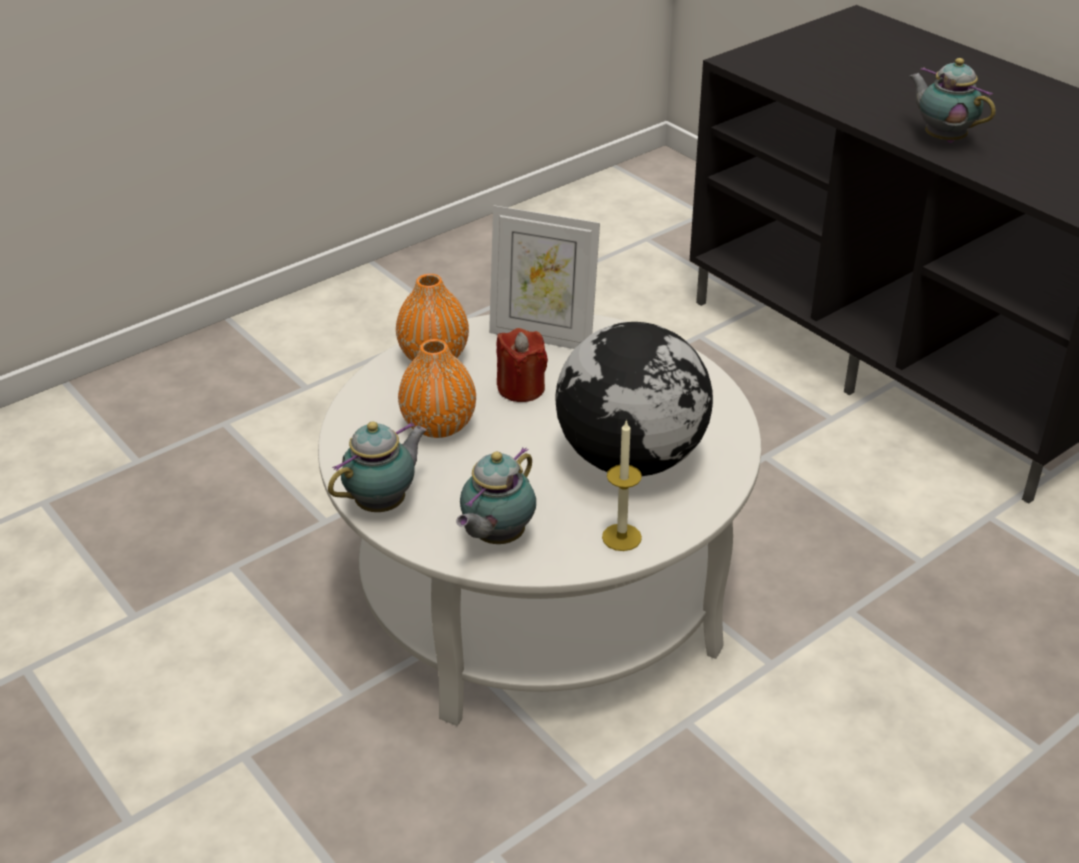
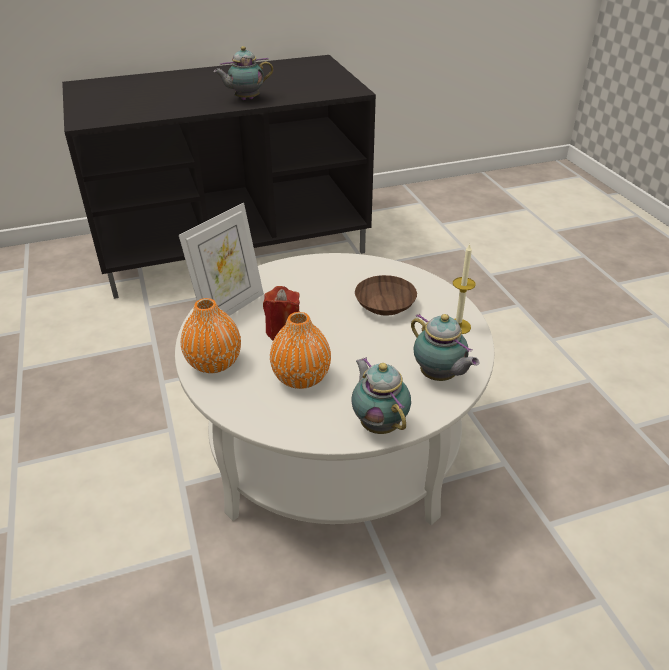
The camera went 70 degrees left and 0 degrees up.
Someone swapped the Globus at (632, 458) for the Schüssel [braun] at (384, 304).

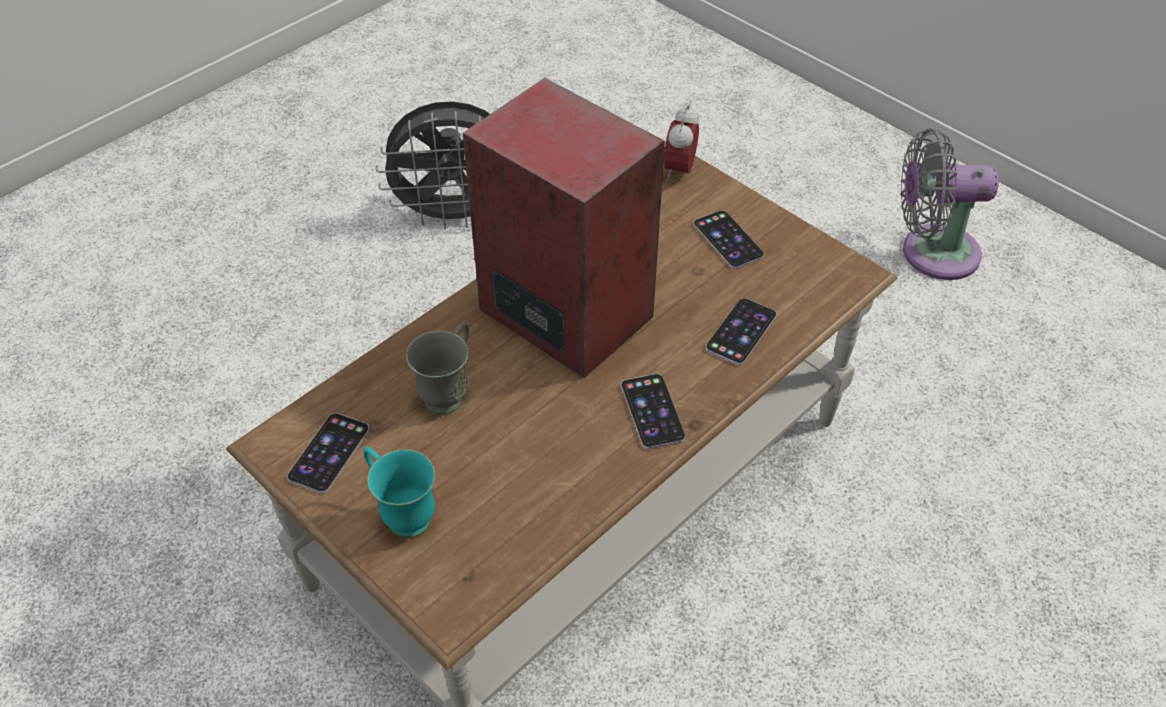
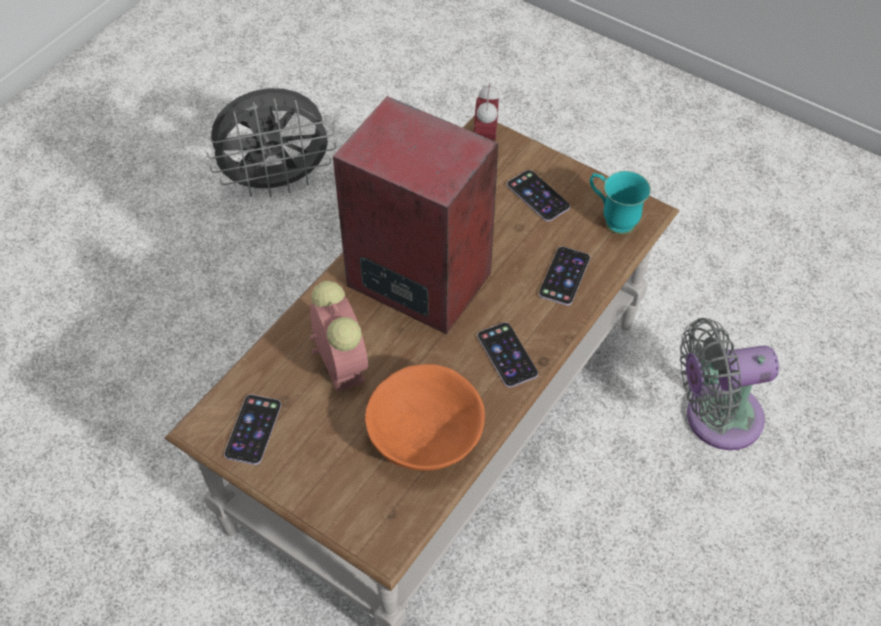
The camera went 10 degrees left and 5 degrees up.
Someone carried the Ventilator [grau] from (931, 252) to (715, 418).
Someone swapped the Henkelbecher [grau] at (449, 391) for the Wecker at (339, 361).
Someone carried the Henkelbecher [türkis] from (401, 513) to (612, 219).
Someone put down the Schüssel [orange] at (426, 434).

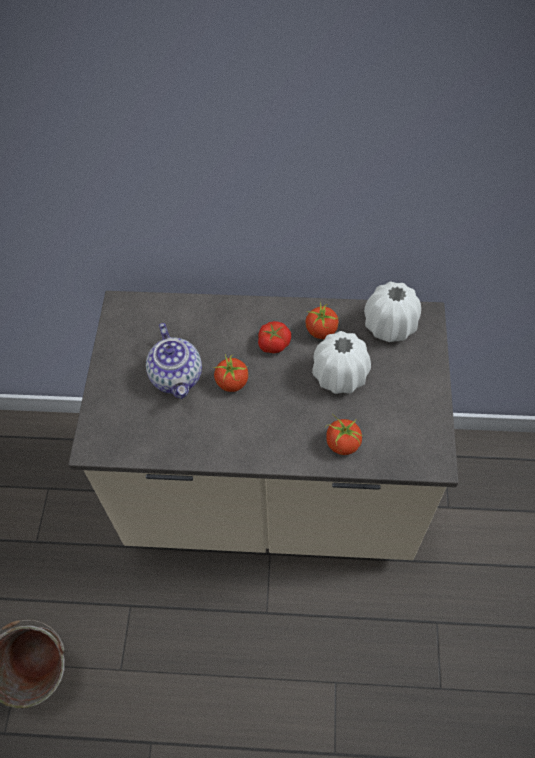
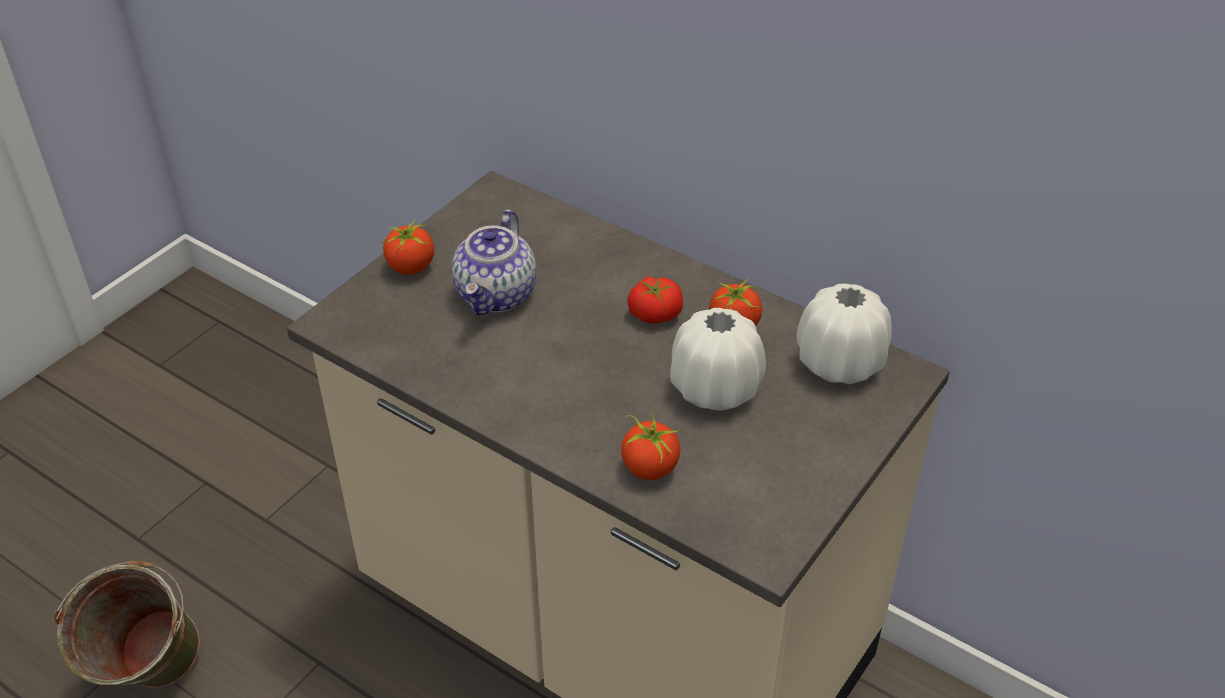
The camera went 30 degrees right and 15 degrees down.
Someone carried the Tomate from (232, 383) to (411, 267).

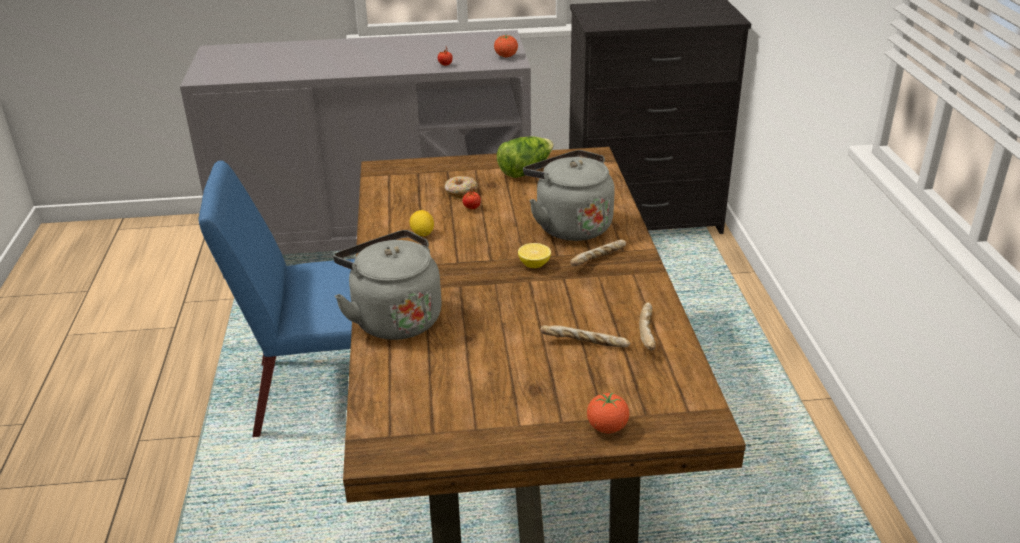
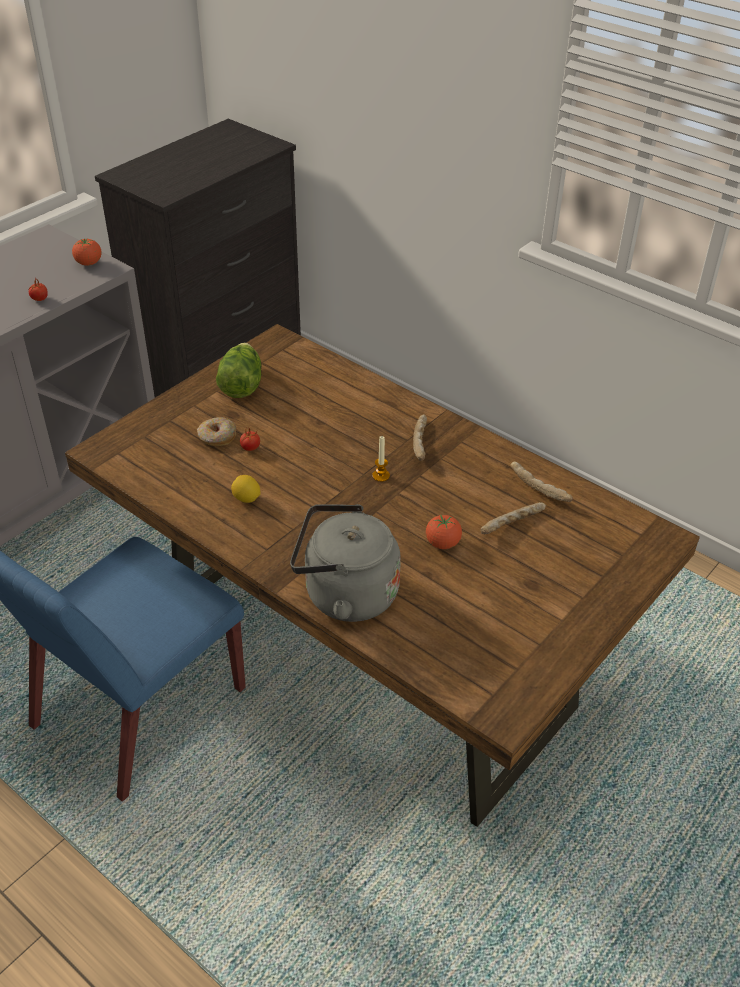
The camera went 45 degrees left and 10 degrees up.
Someone took away the Wasserkessel [grau] at (569, 225).
Someone swapped the Zitrone at (534, 264) for the Kerze at (381, 476).
Someone carried the Tomate from (607, 427) to (442, 543).

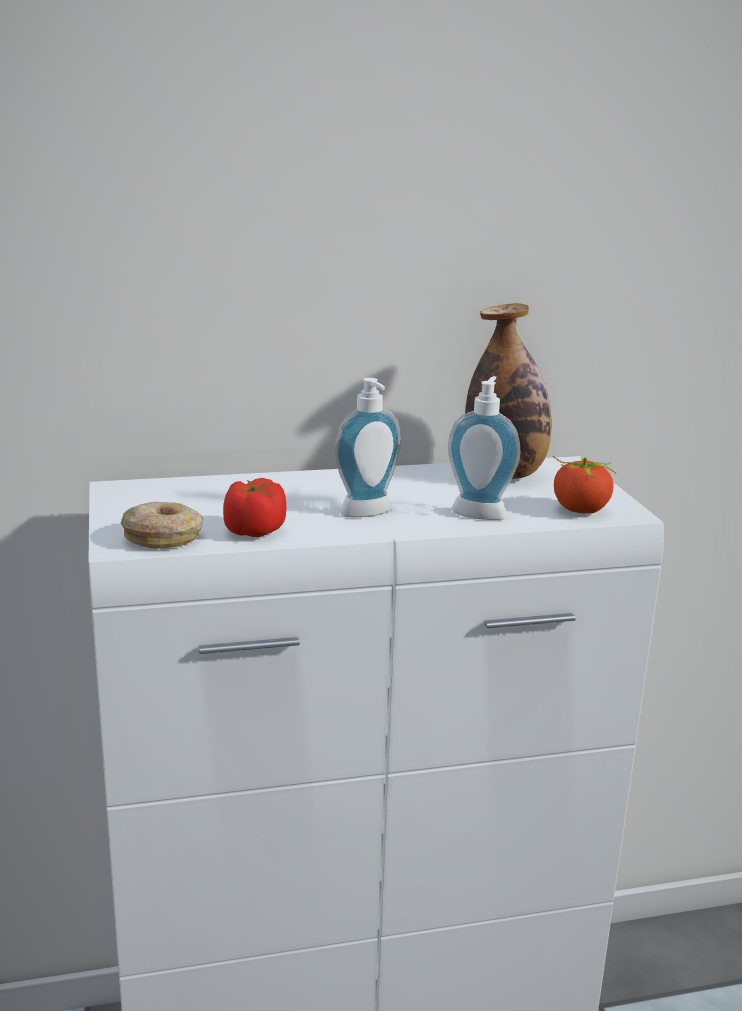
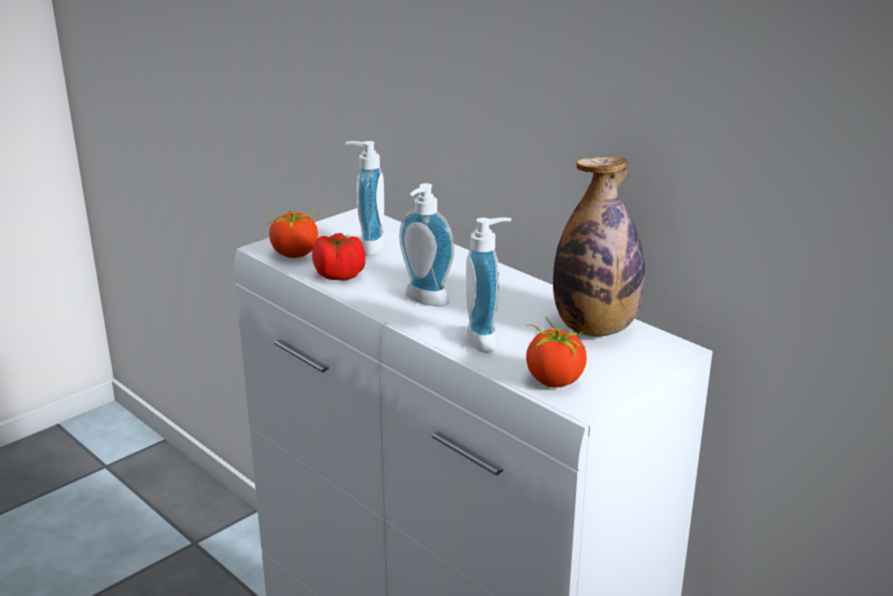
The camera went 60 degrees right and 5 degrees up.
Someone swapped the Donut at (163, 537) for the Tomate at (295, 254).
Someone put down the Seifenspender at (367, 247).

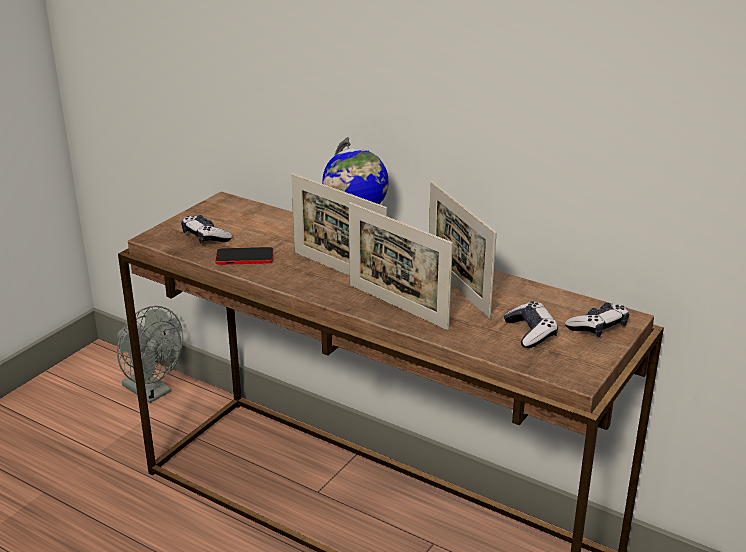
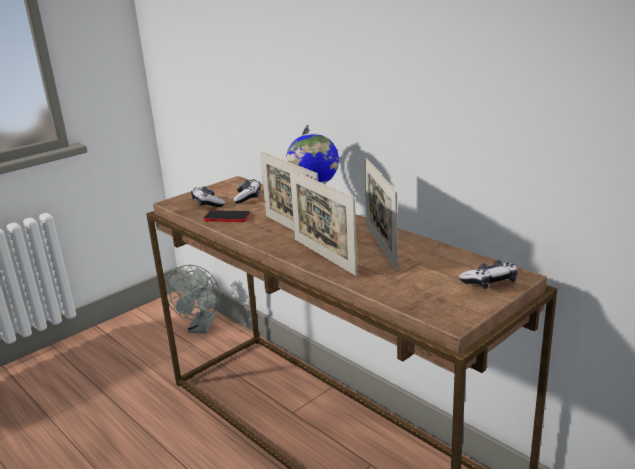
The camera went 15 degrees right and 5 degrees down.
Someone carried the Gamepad from (530, 333) to (248, 197).
Someone rotated the Ventilator [grau] at (152, 392) by 45 degrees clockwise.

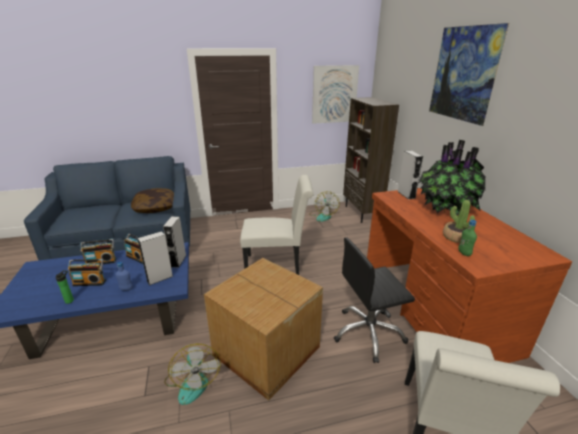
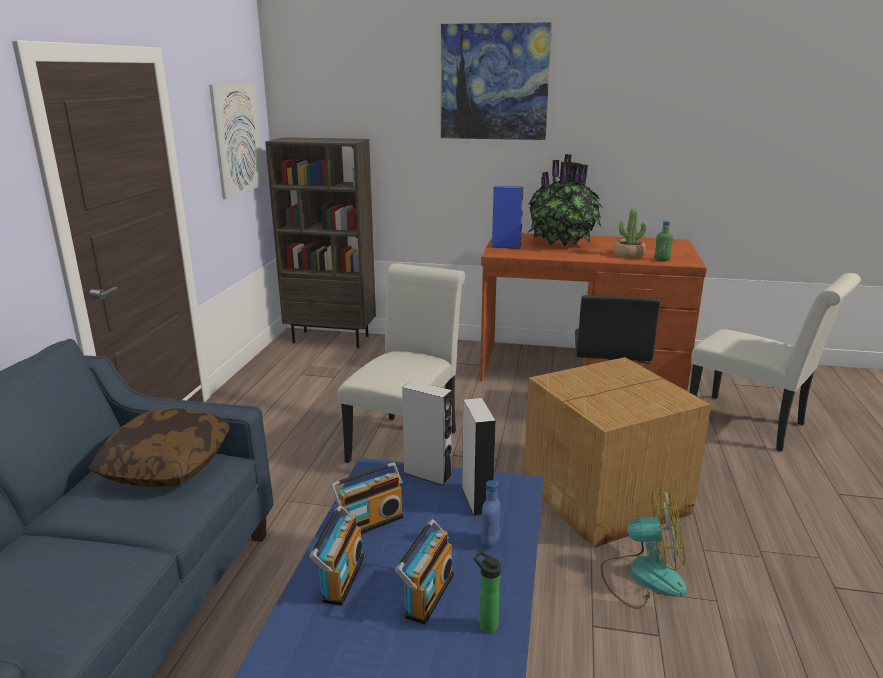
The camera went 65 degrees left and 5 degrees down.
Someone repainted the Lautsprecher [grau] at (406, 195), which became the Lautsprecher [blau] at (506, 246).
Someone took away the Ventilator at (323, 216).

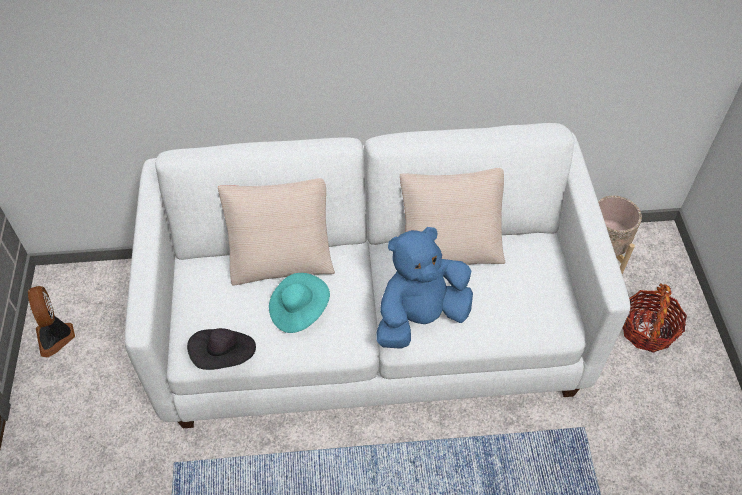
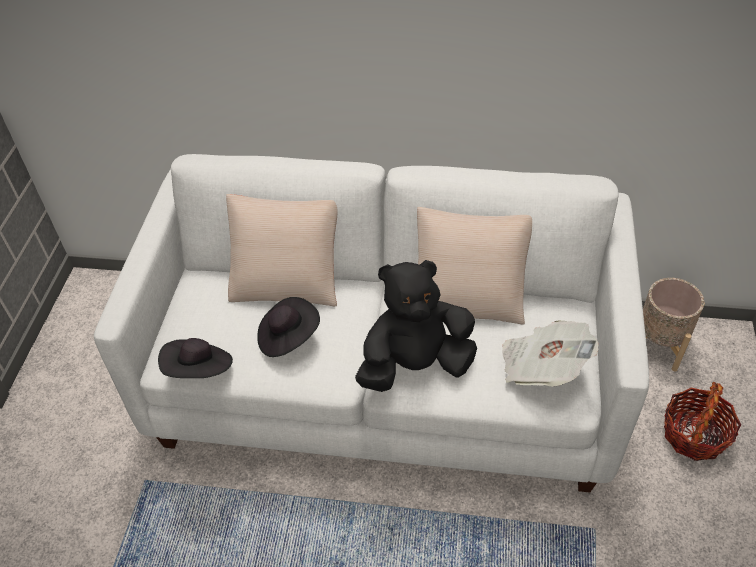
The camera went 15 degrees right and 5 degrees down.
Someone repainted the Plüschtier [blau] at (420, 317), which became the Plüschtier [schwarz] at (415, 365).
Someone repainted the Hut [türkis] at (298, 310), which became the Hut [schwarz] at (288, 337).
Someone took away the Ventilator at (56, 336).
Someone put down the Zeitung at (542, 366).

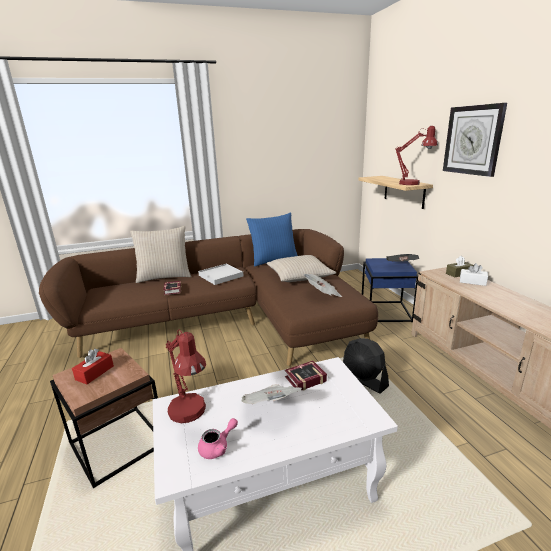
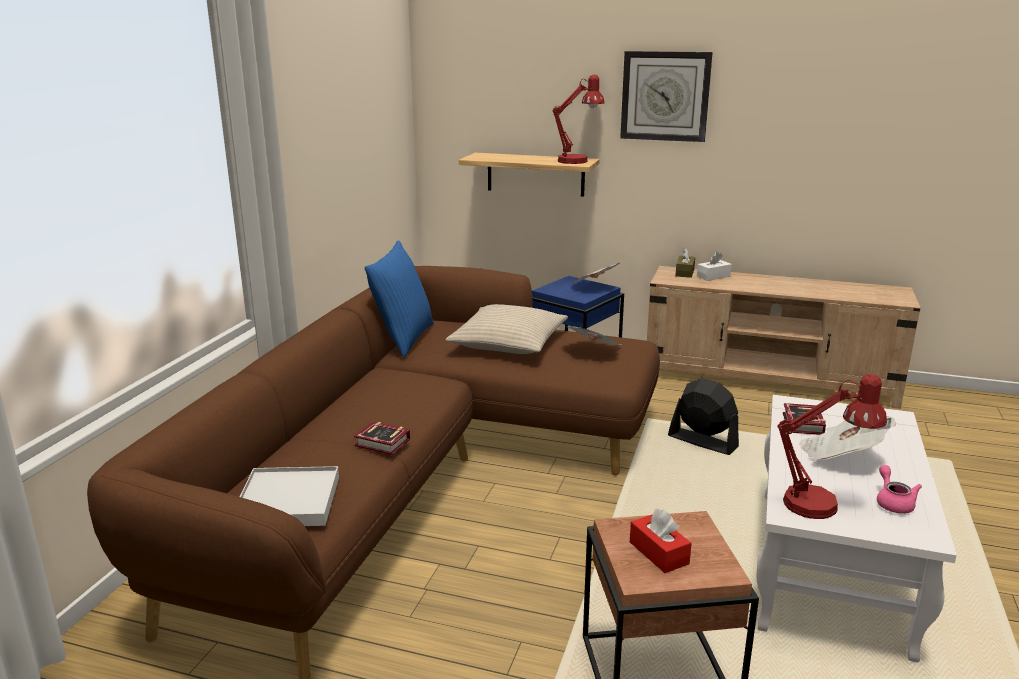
The camera went 55 degrees left and 0 degrees up.
Someone took away the Kissen [beige] at (164, 277).
Someone carried the Tablett [weiß] from (220, 276) to (288, 501).
Someone rotated the Ventilator [schwarz] at (364, 380) by 135 degrees counterclockwise.

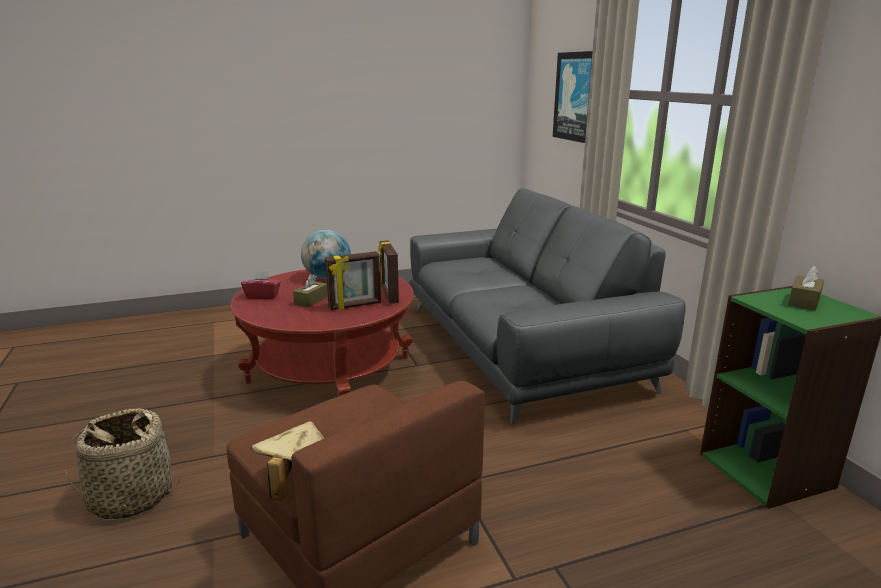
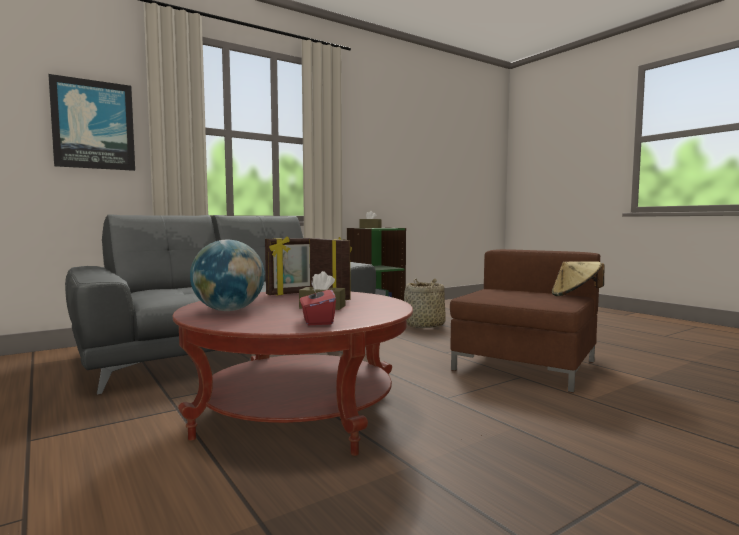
The camera went 105 degrees left and 15 degrees down.
Someone carried the Korb from (131, 497) to (424, 325).

